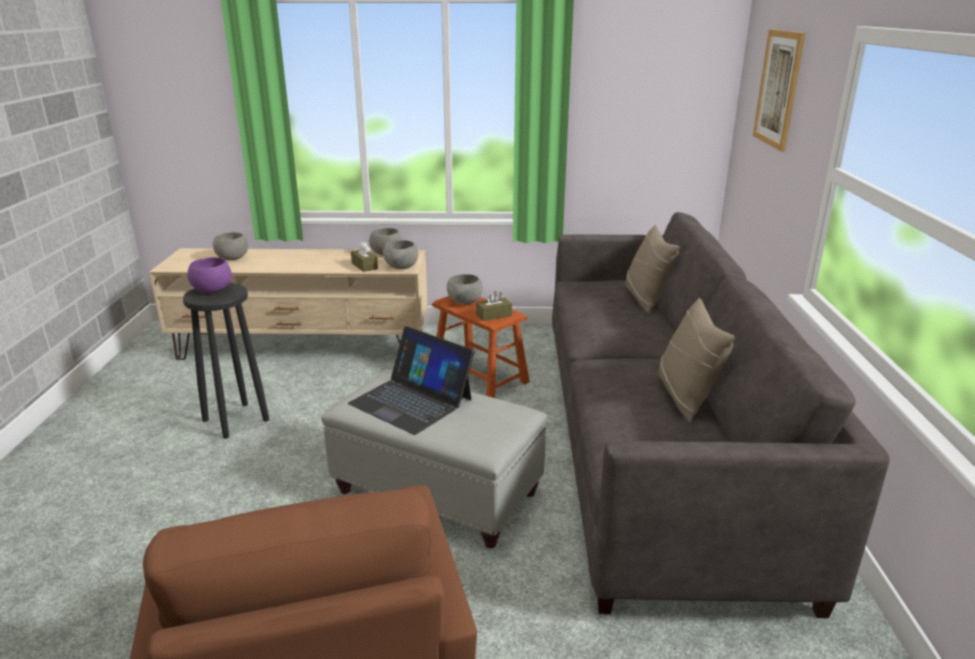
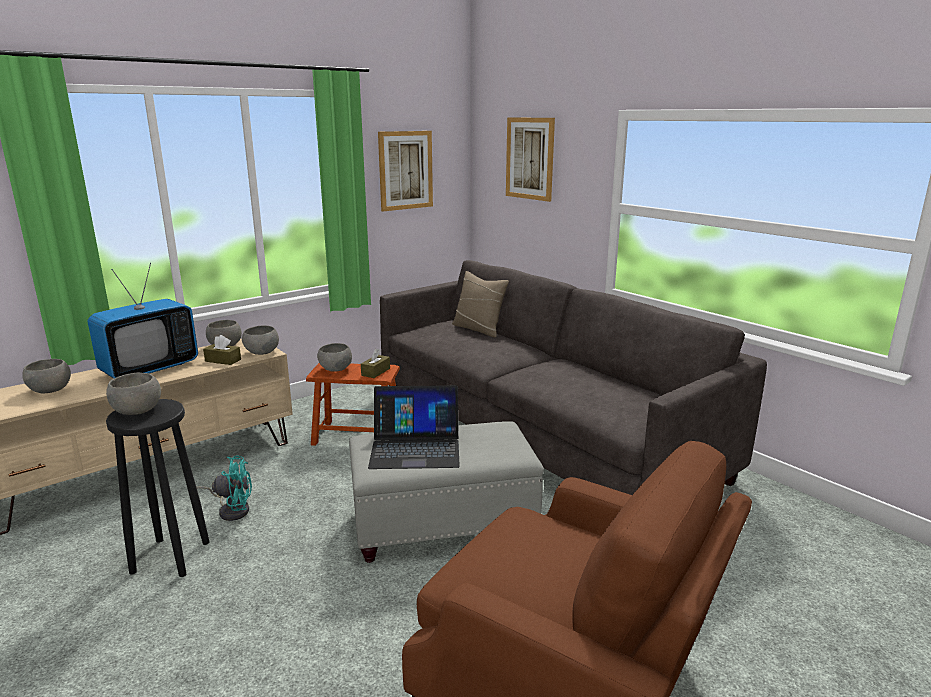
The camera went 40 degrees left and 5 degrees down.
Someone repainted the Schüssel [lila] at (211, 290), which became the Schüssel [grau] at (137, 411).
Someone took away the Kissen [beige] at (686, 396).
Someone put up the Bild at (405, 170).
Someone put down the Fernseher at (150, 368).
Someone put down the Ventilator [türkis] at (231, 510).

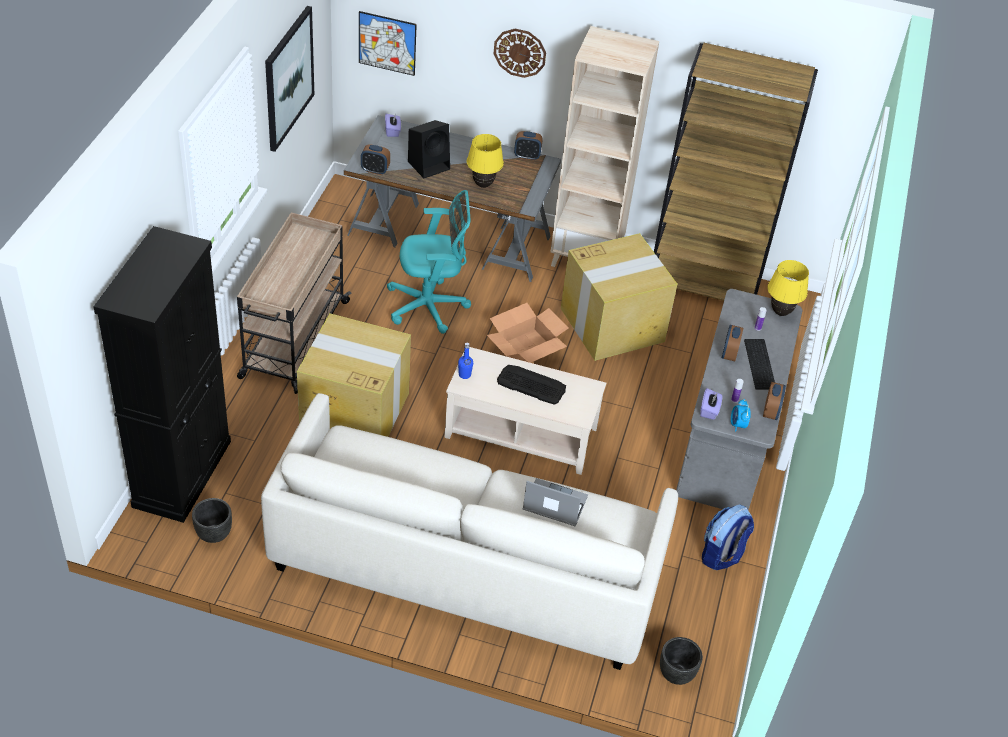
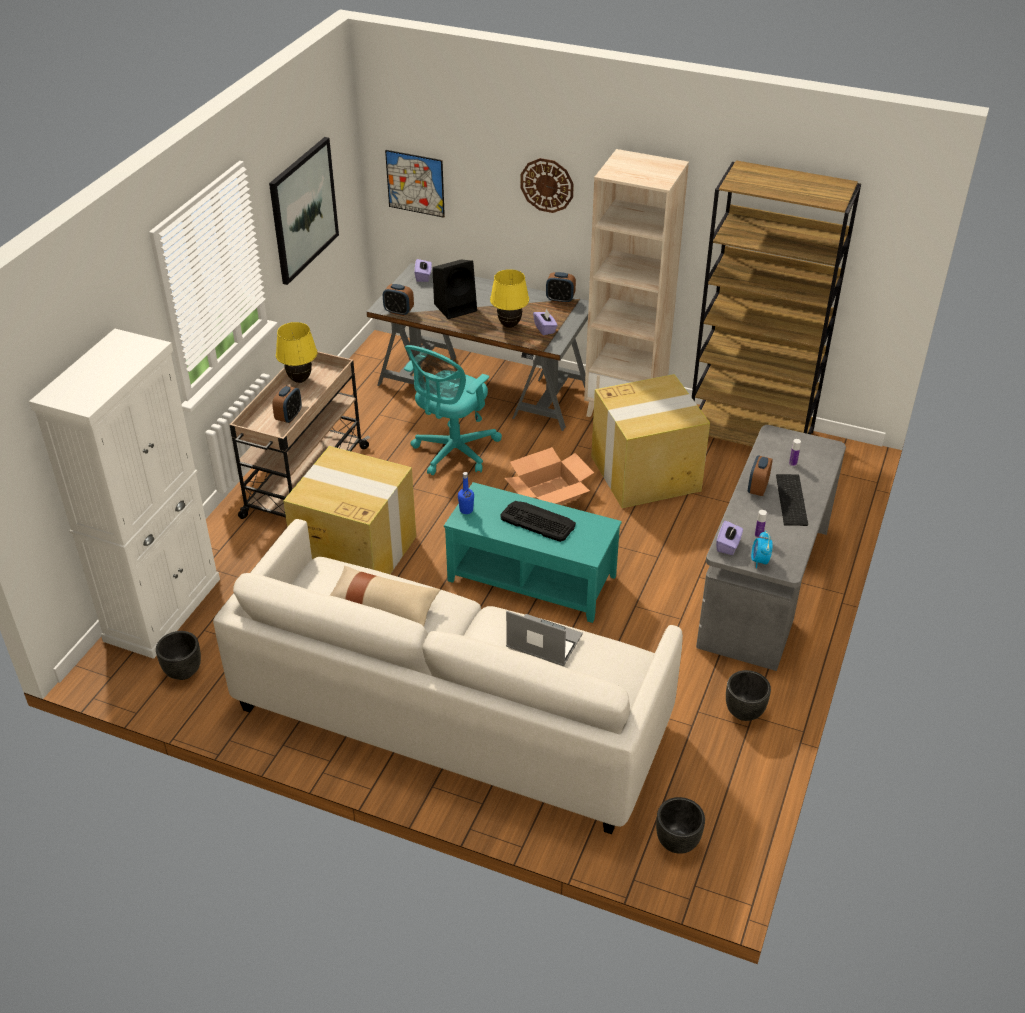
The camera went 10 degrees right and 5 degrees down.
Someone rotated the Bürostuhl [türkis] at (430, 306) by 120 degrees clockwise.
Someone repainted the Schrank [schwarz] at (182, 473), which became the Schrank [weiß] at (163, 609).
Someone carried the Tischlampe [gelb] from (780, 312) to (300, 379).
Someone repainted the Couchtisch [beige] at (521, 433), which became the Couchtisch [türkis] at (531, 578).
Someone carried the Wecker from (771, 412) to (289, 417).
Someone swapped the Rucksack at (722, 555) for the Pflanzkübel [schwarz] at (744, 713).
Someone put down the Taschentuchbox [lila] at (545, 329).
Someone put down the Kissen [beige] at (383, 605).

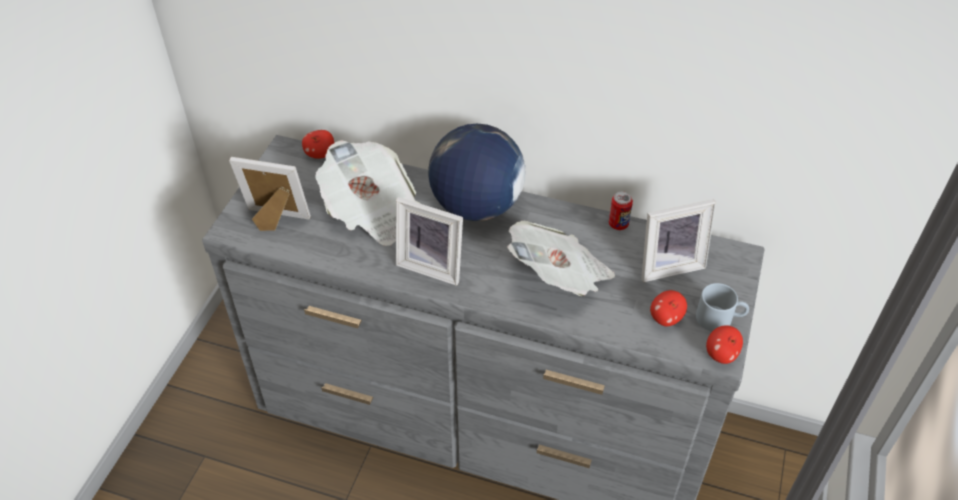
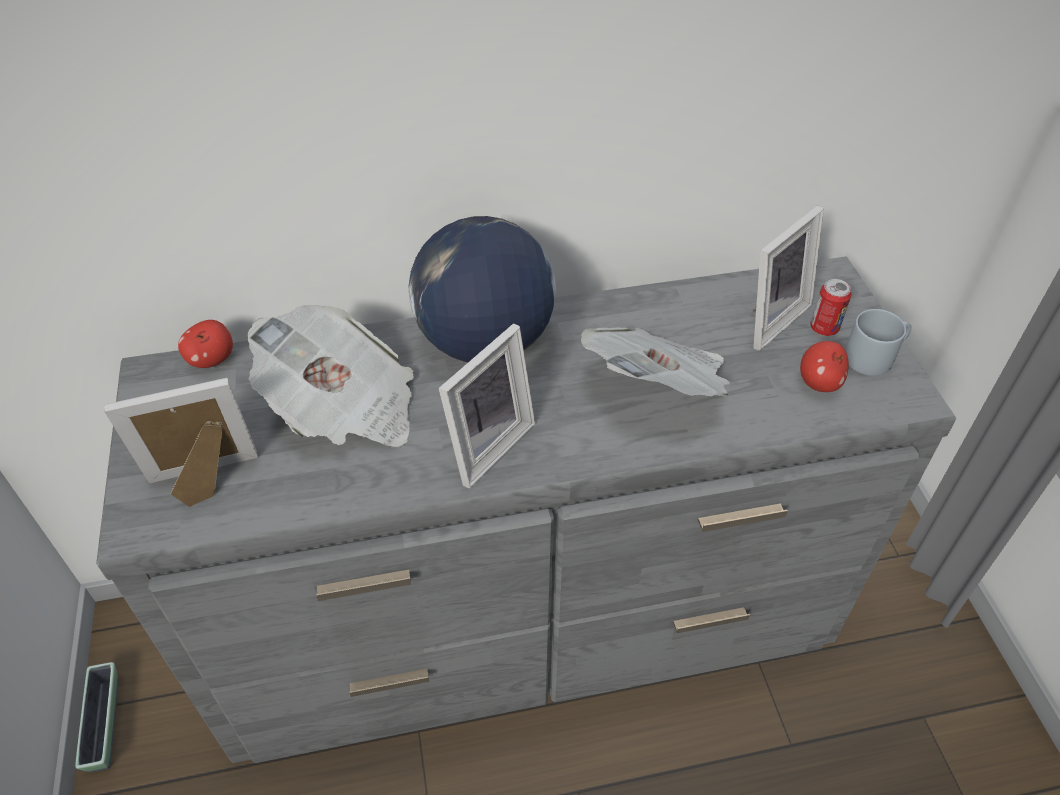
The camera went 30 degrees left and 0 degrees up.
Someone carried the Dose from (618, 224) to (824, 328).
Someone rotated the Bilderrahmen at (432, 265) by 45 degrees counterclockwise.
Someone took away the Apfel at (721, 354).
Someone put down the Pflanzkübel at (104, 723).

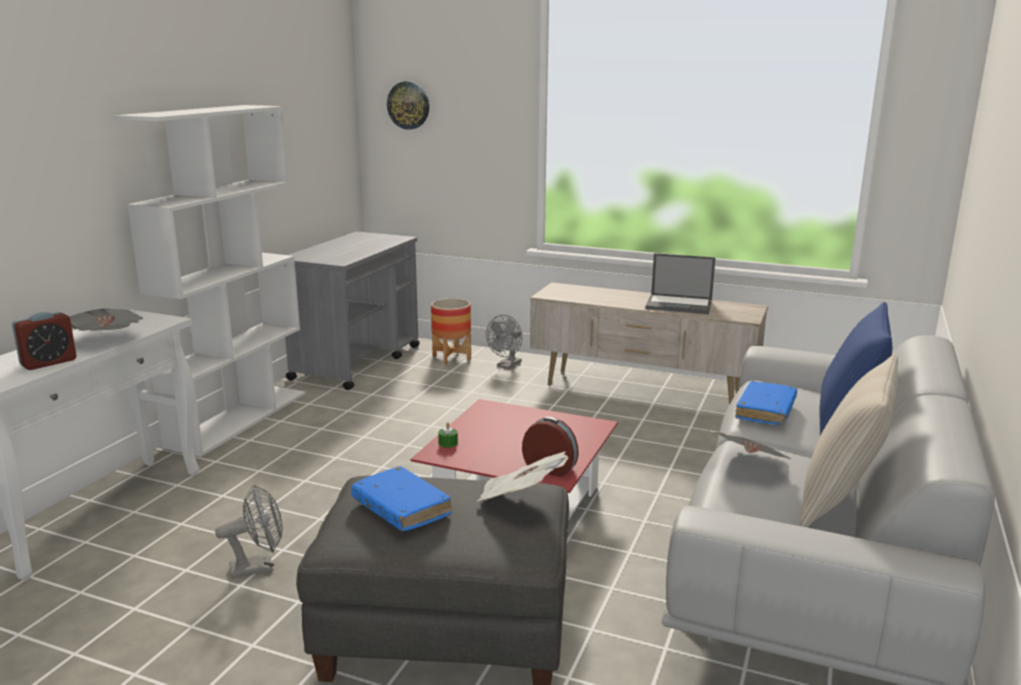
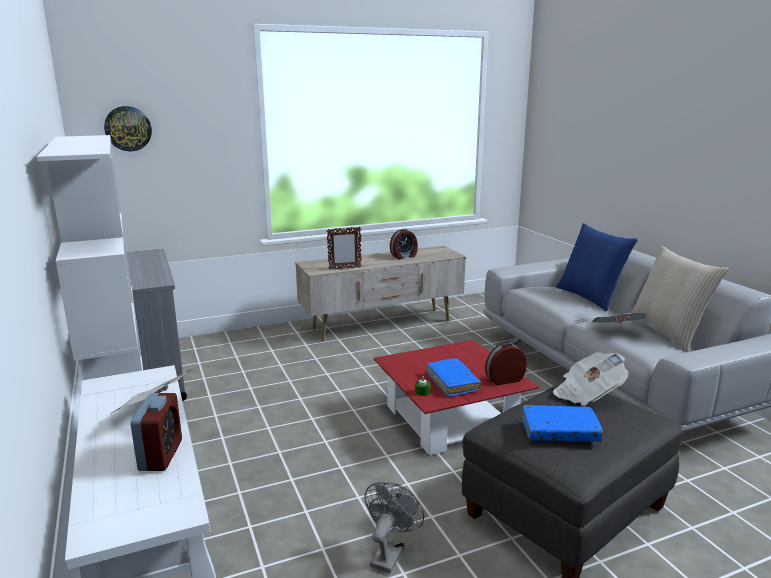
The camera went 45 degrees left and 0 degrees up.
Someone swapped the Laptop at (680, 305) for the Wecker at (404, 256).
Someone took away the Pflanzkübel at (451, 357).
Someone took away the Ventilator [grau] at (507, 366).
Someone carried the Buch [blau] from (765, 411) to (452, 382).
Someone put down the Bilderrahmen at (344, 268).

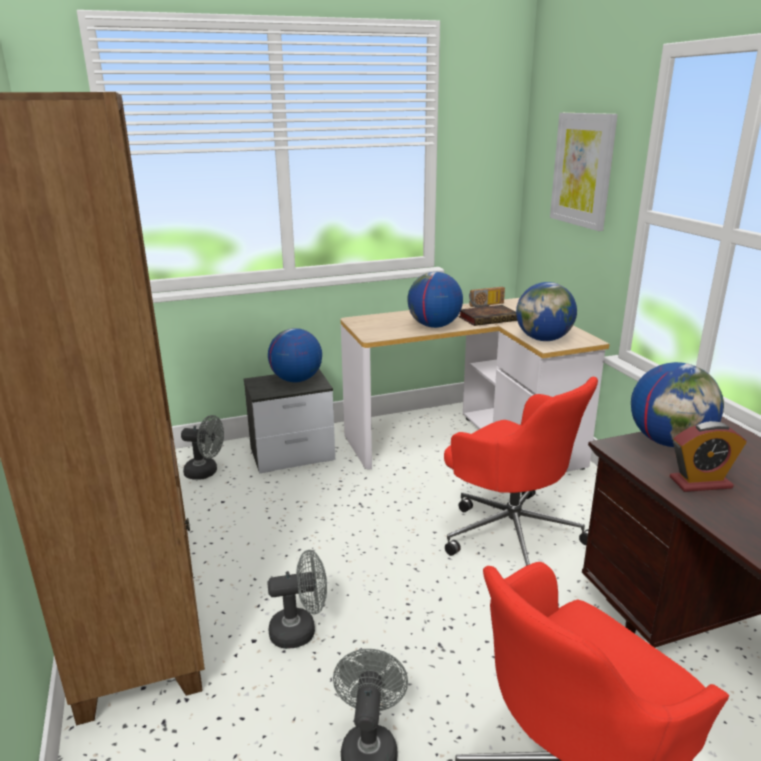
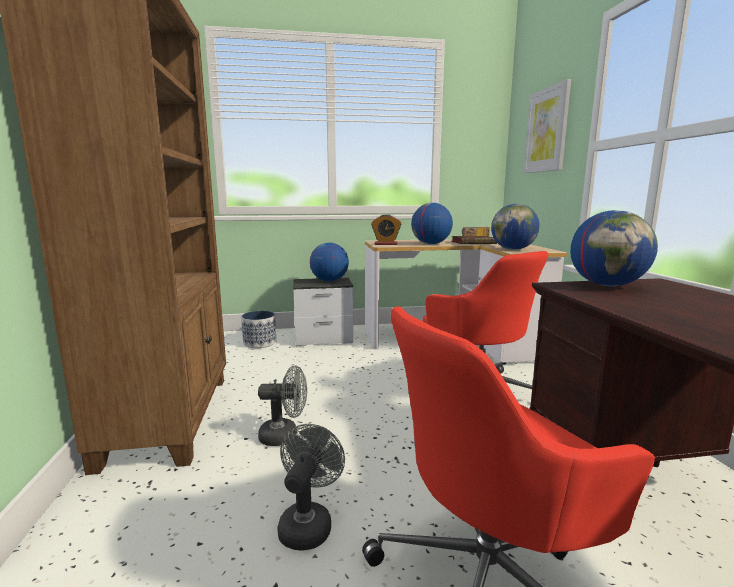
The camera went 10 degrees right and 10 degrees down.
Someone swapped the Ventilator [grau] at (206, 472) for the Pflanzkübel at (259, 343).
Someone carried the Wecker from (700, 483) to (386, 244).

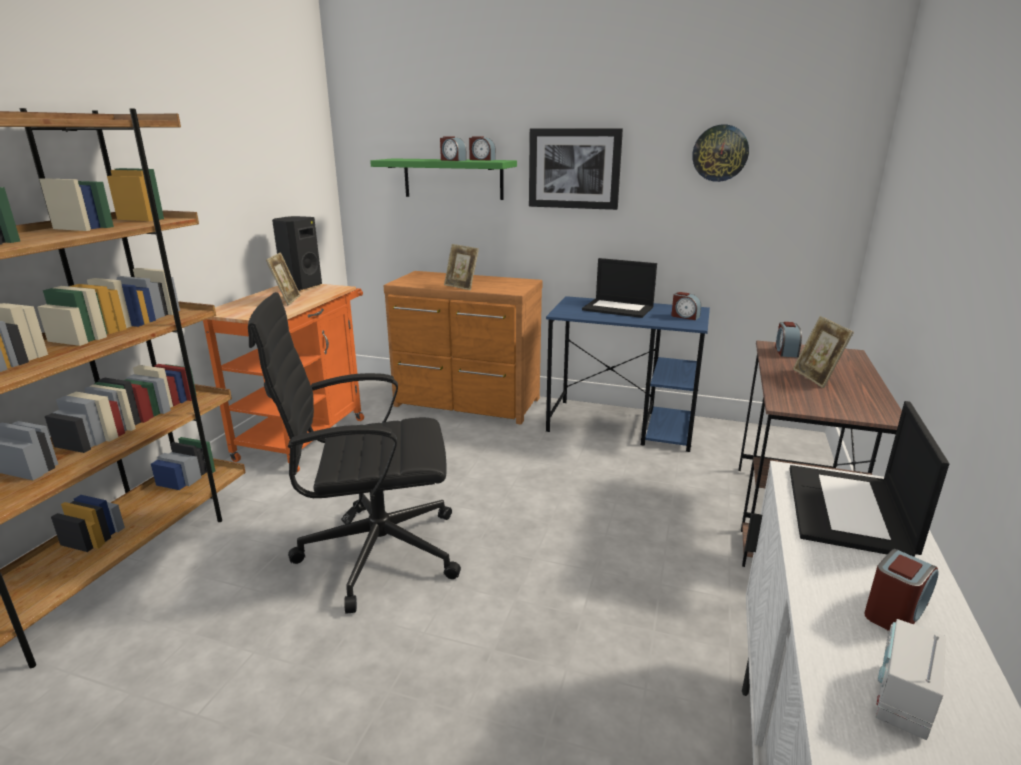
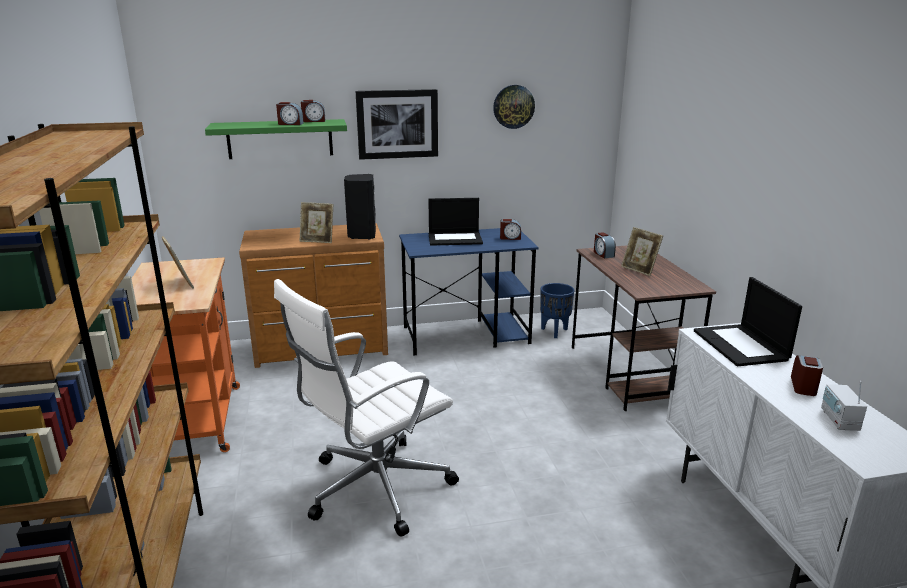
The camera went 30 degrees left and 0 degrees up.
Someone carried the Lautsprecher [schwarz] from (301, 286) to (361, 235).
Someone repainted the Bürostuhl [schwarz] at (374, 552), which became the Bürostuhl [weiß] at (374, 488).
Someone put down the Pflanzkübel [blau] at (555, 331).

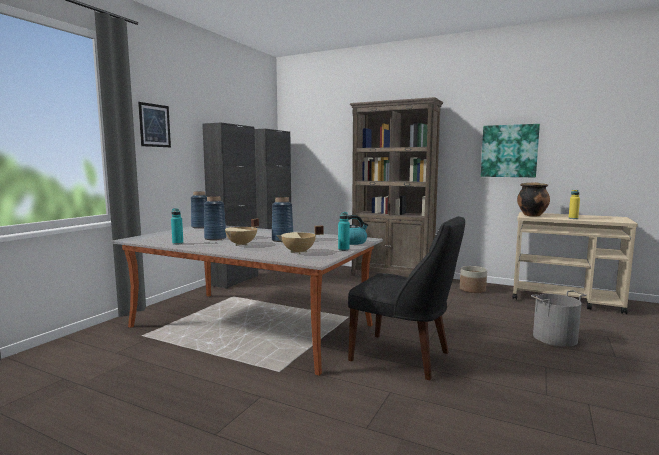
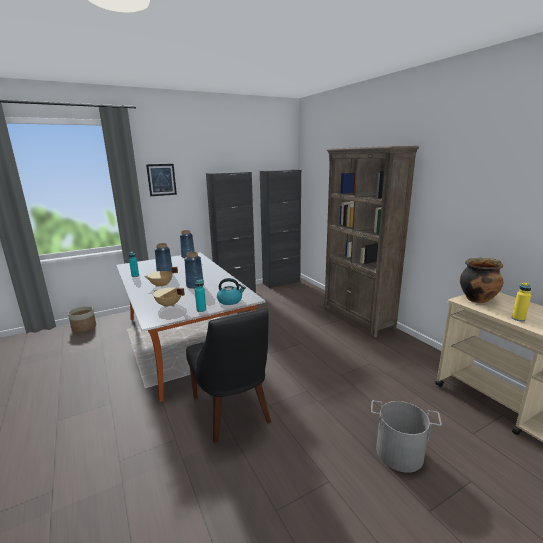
The camera went 35 degrees right and 10 degrees up.
Someone took away the Bild at (509, 151).
Someone carried the Pflanzkübel from (472, 290) to (84, 327).

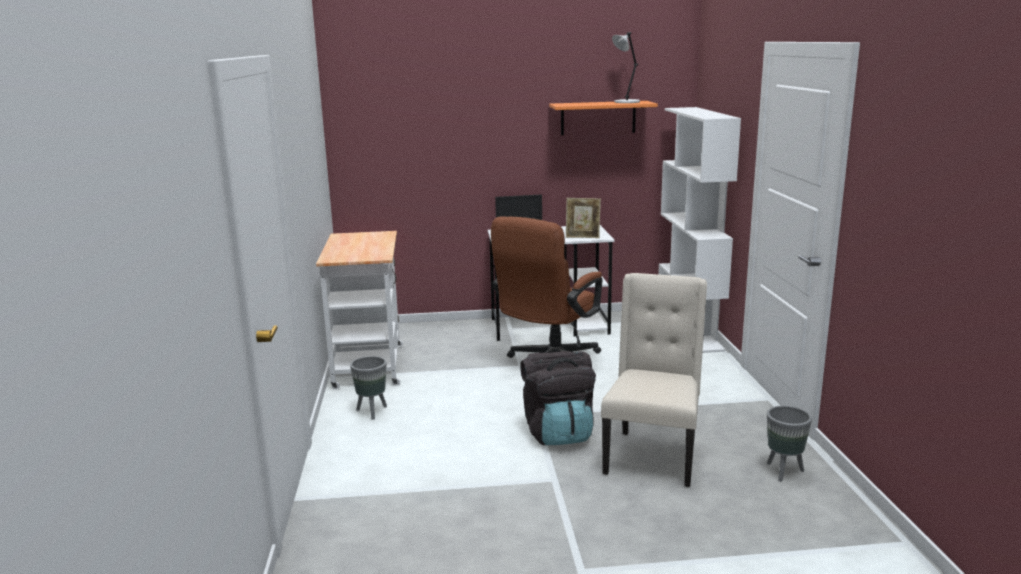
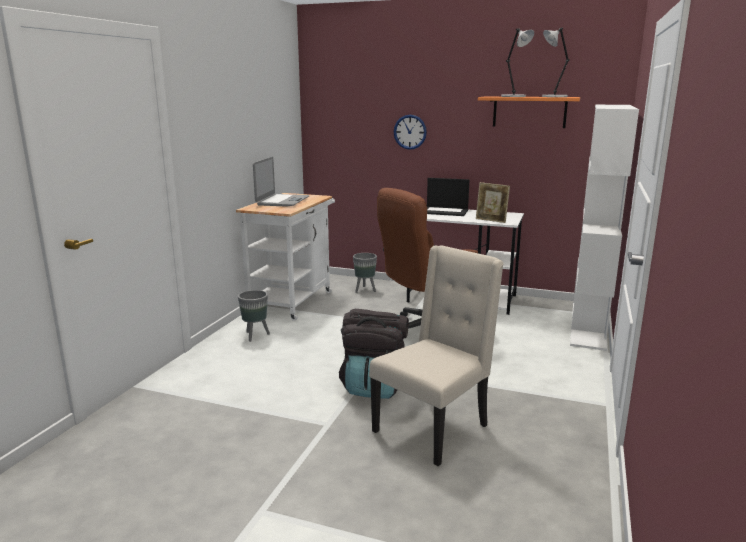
The camera went 25 degrees right and 0 degrees up.
Someone carried the Pflanzkübel [grau] from (783, 471) to (365, 290).
Someone put down the Tischlampe [grau] at (514, 96).
Someone put up the Wanduhr at (410, 132).
Someone put down the Laptop at (282, 201).

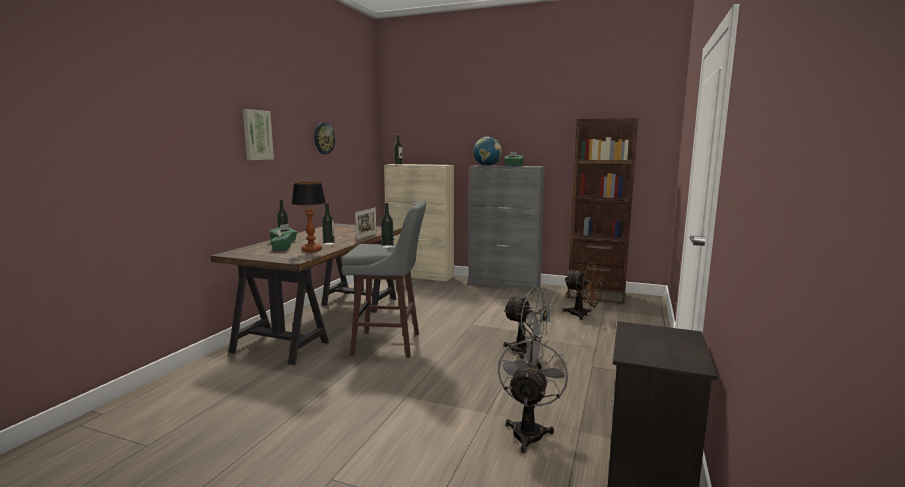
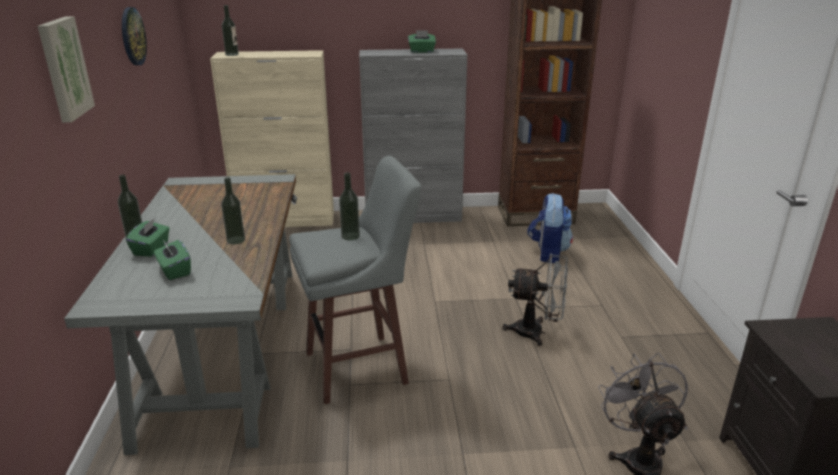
The camera went 25 degrees left and 15 degrees up.
Someone took away the Globus at (487, 165).
Someone took away the Tischlampe at (311, 250).
Someone took away the Bilderrahmen at (366, 236).
Someone repainted the Schreibtisch [braun] at (324, 321), which became the Schreibtisch [grau] at (223, 347).
Someone swapped the Ventilator [braun] at (583, 315) for the Rucksack at (547, 253).

